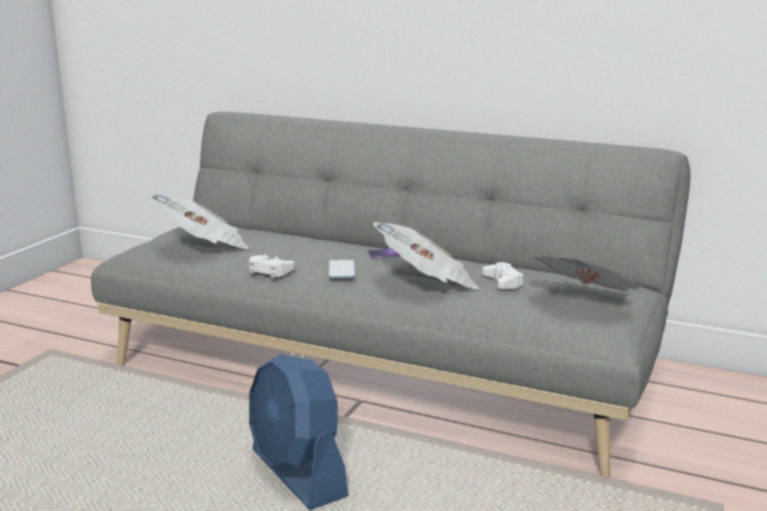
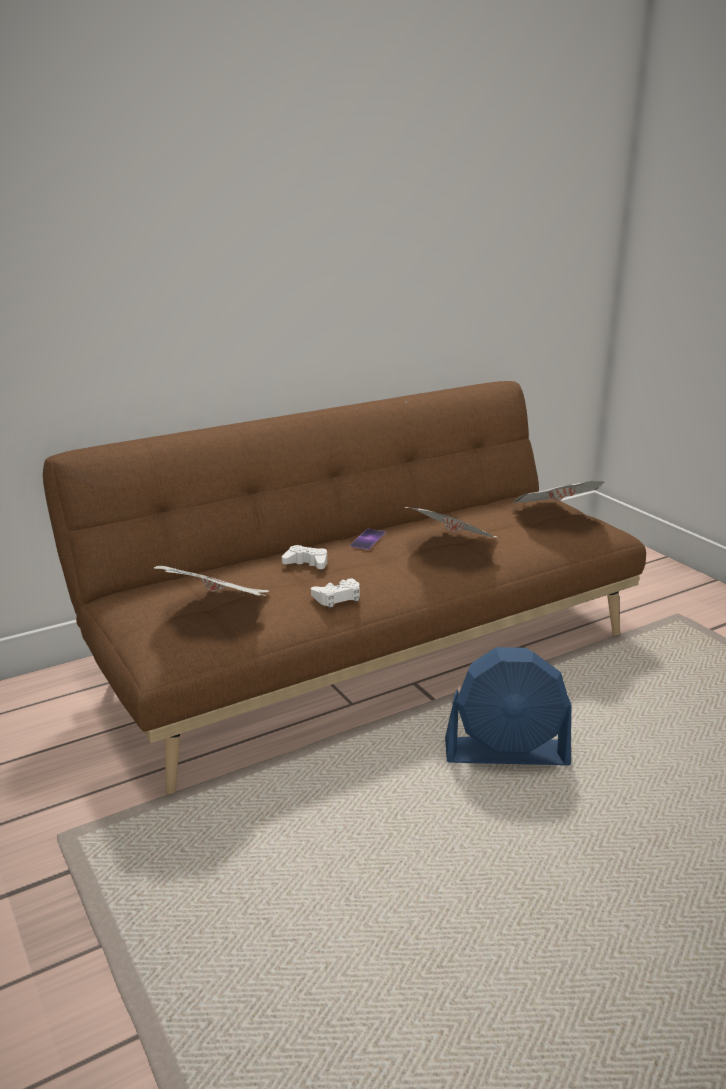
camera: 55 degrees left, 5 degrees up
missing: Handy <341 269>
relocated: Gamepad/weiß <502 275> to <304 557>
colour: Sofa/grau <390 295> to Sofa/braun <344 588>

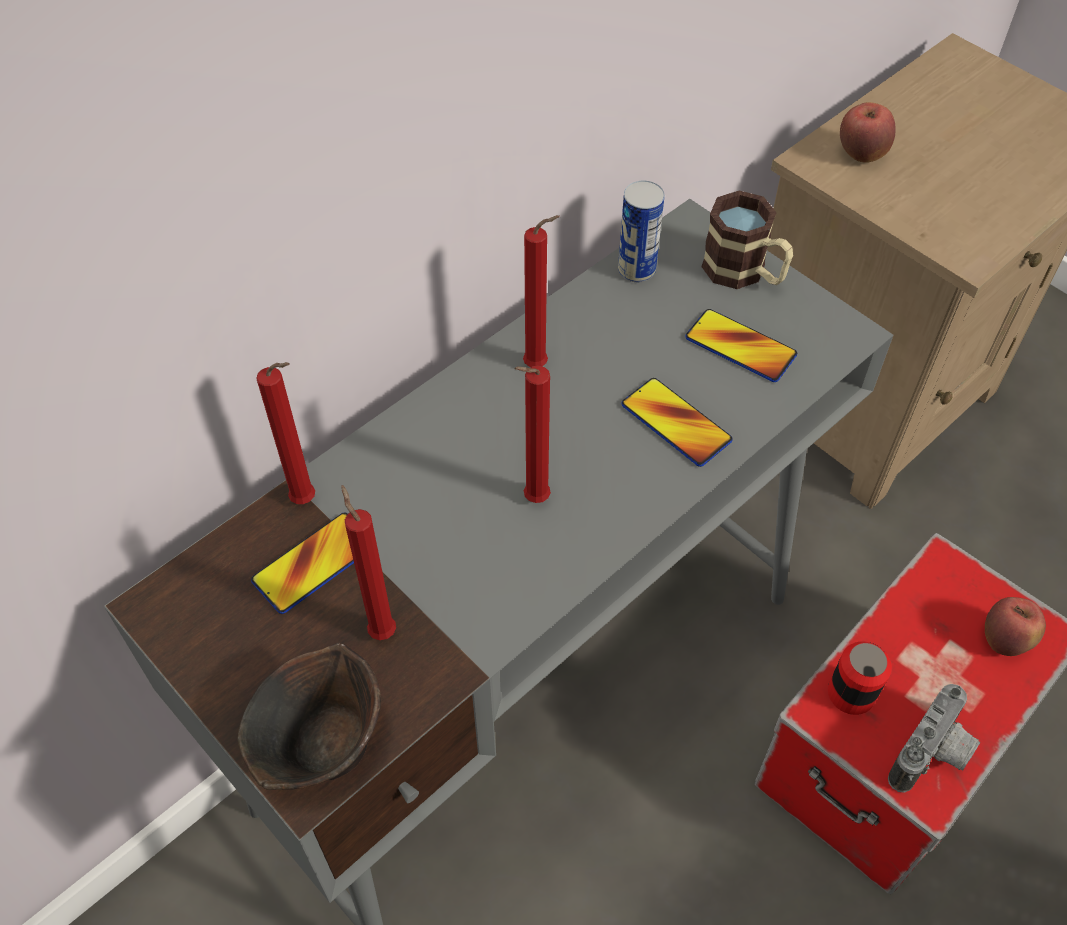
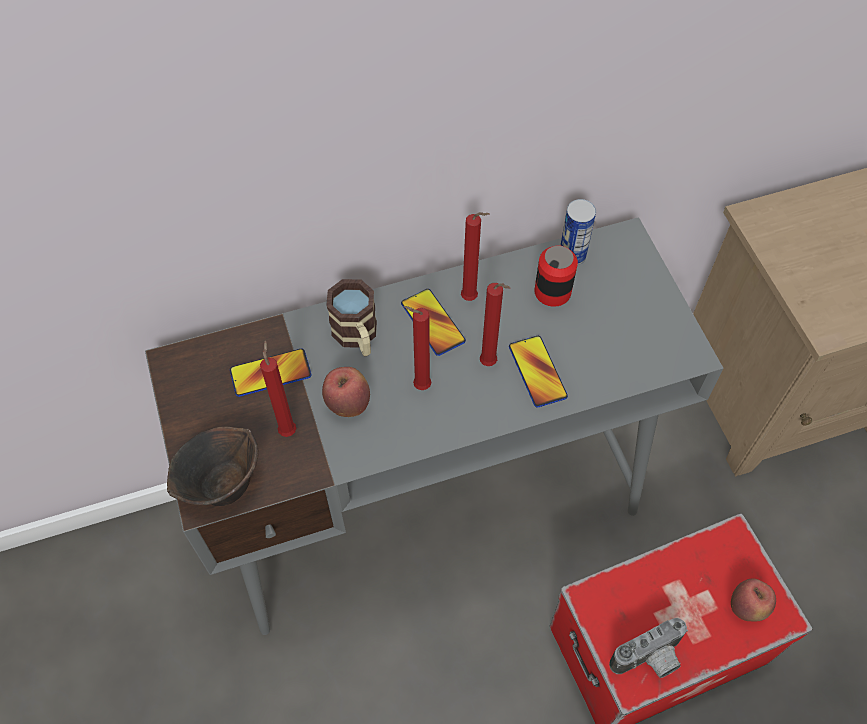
camera: 25 degrees right, 5 degrees up
relocated: Apfel <868 132> to <346 392>; Henkelbecher <747 239> to <351 317>; Handy <741 345> to <433 322>; Kerze/rot <285 433> to <495 324>; Dose <860 678> to <556 276>

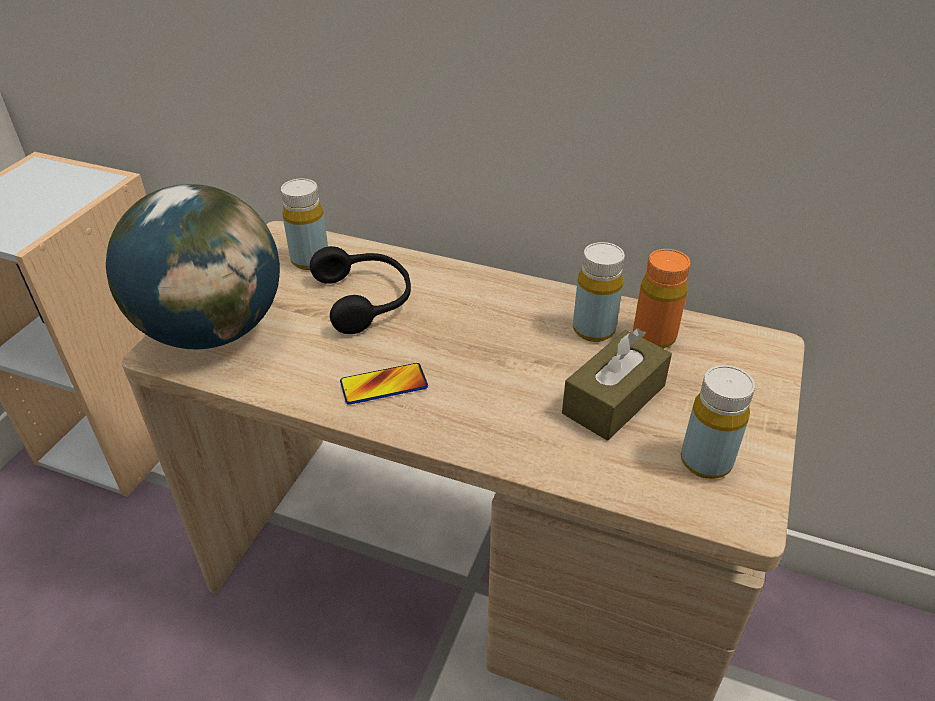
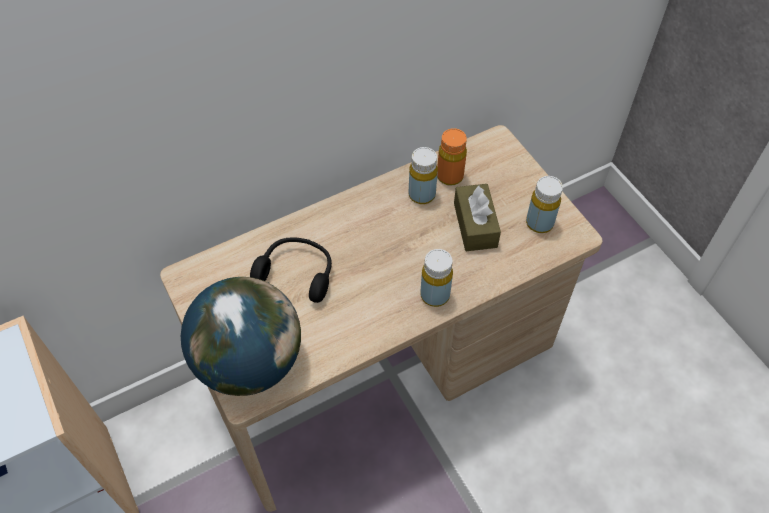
camera: 50 degrees left, 15 degrees up
missing: Handy <384 384>
relocated: Flasche/gelb <304 224> to <436 278>

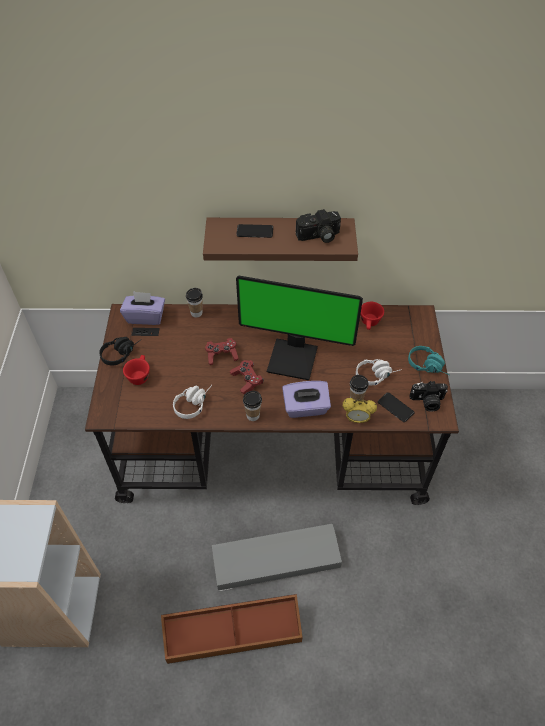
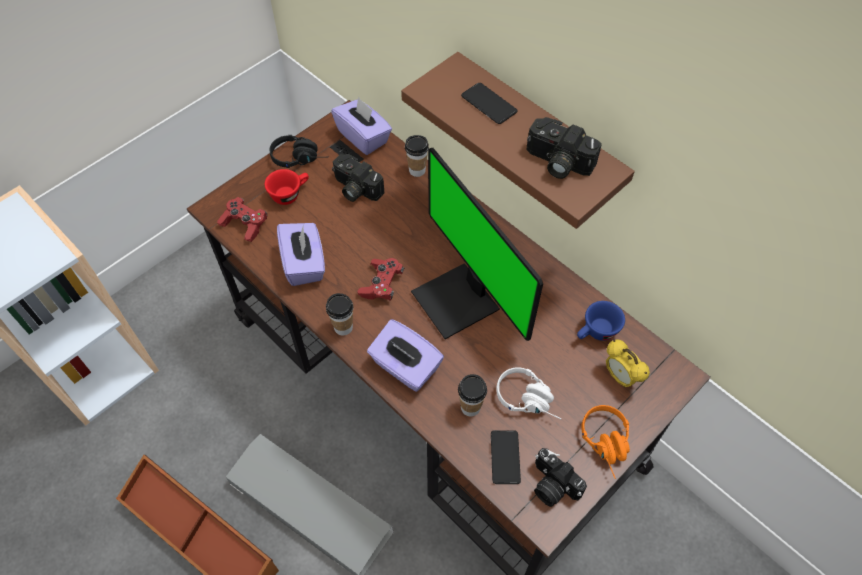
camera: 45 degrees right, 5 degrees up
appeared: Kamera <358 178>
relocated: Gamepad/rot <222 351> to <242 219>; Wecker <360 410> to <628 363>
exchanged: Kopfhörer/weiß <192 402> to Taschentuchbox/lila <301 254>
colour: Tasse/rot <372 316> to Tasse/blau <601 321>; Kopfhörer/türkis <429 360> to Kopfhörer/orange <605 442>

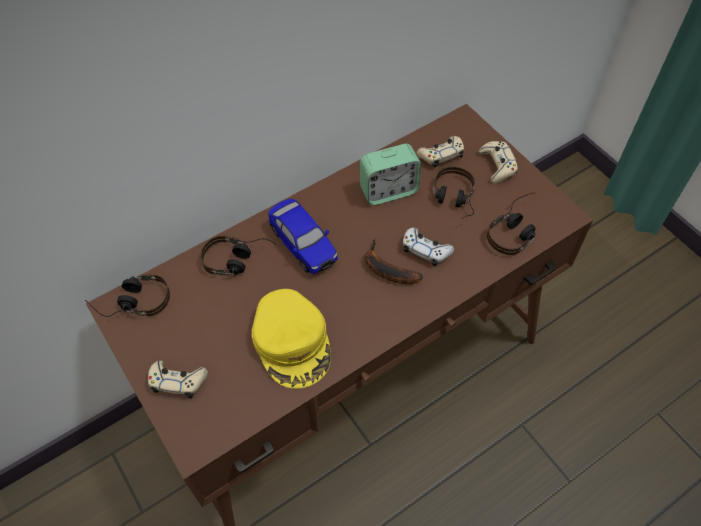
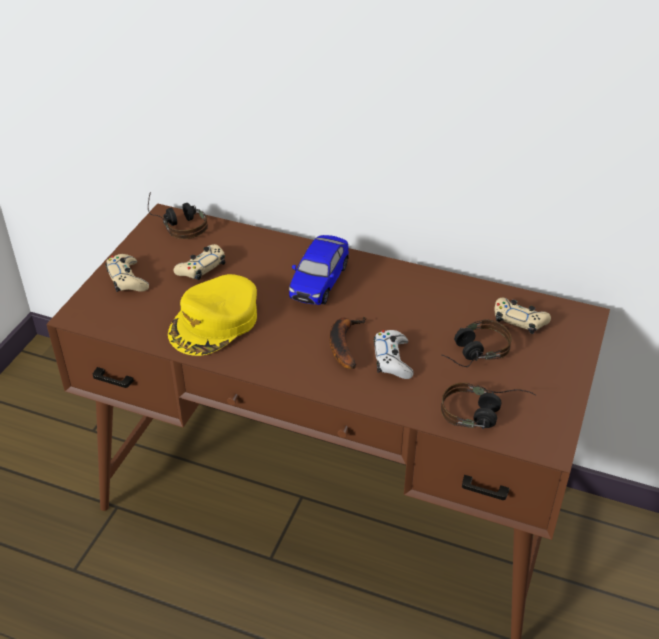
camera: 55 degrees right, 15 degrees down
missing: Kopfhörer <238 256>; Wecker <390 174>
relocated: Gamepad/beige <498 162> to <199 262>

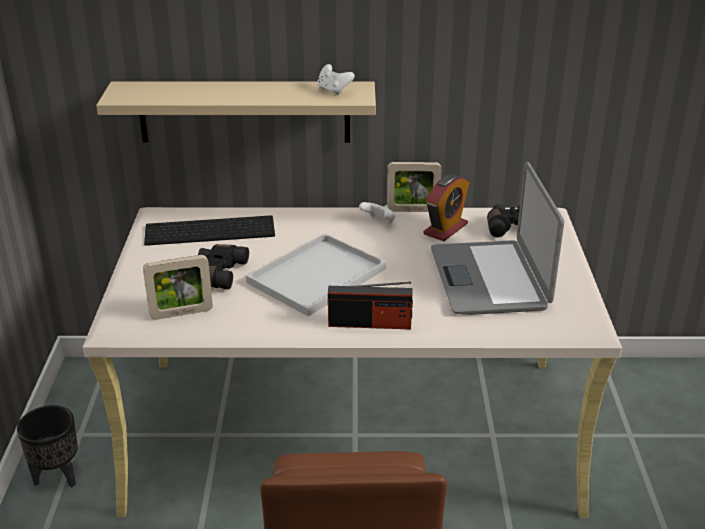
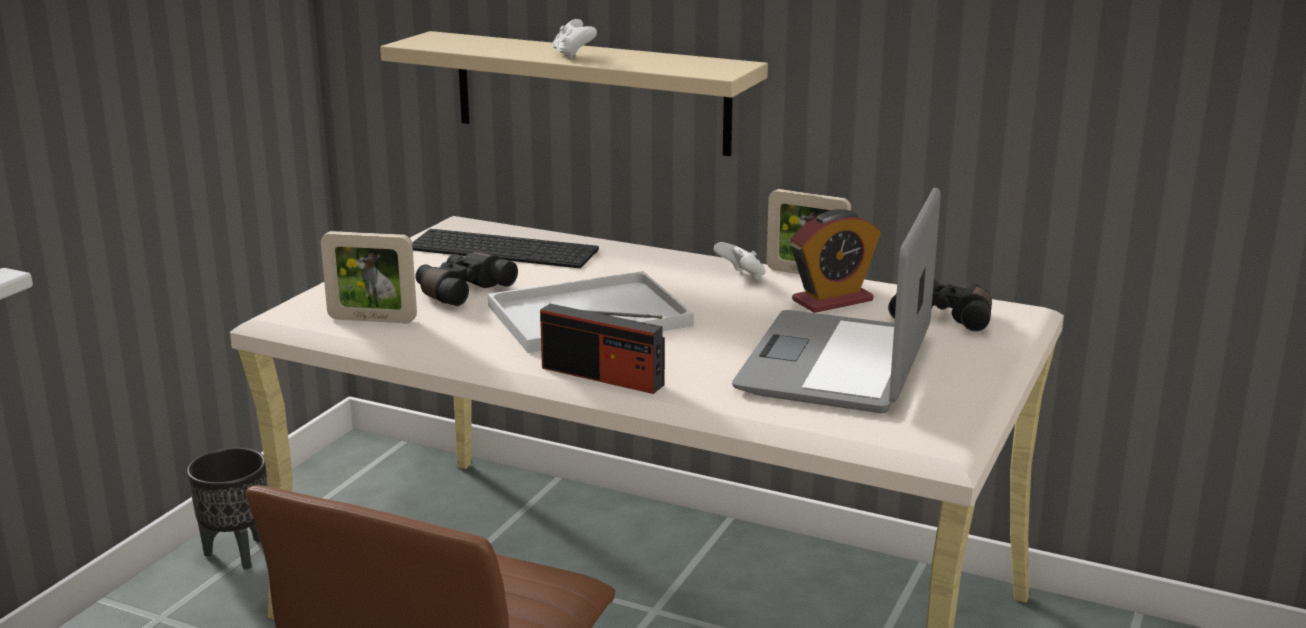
camera: 25 degrees right, 10 degrees down
relocated: Gamepad/weiß <336 79> to <575 39>

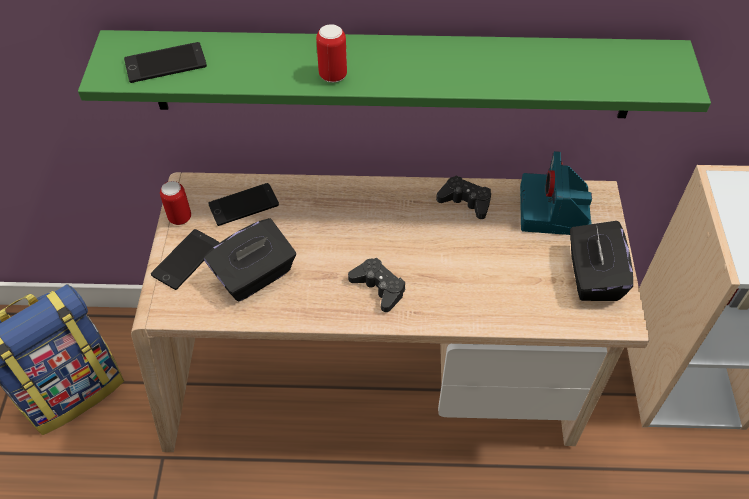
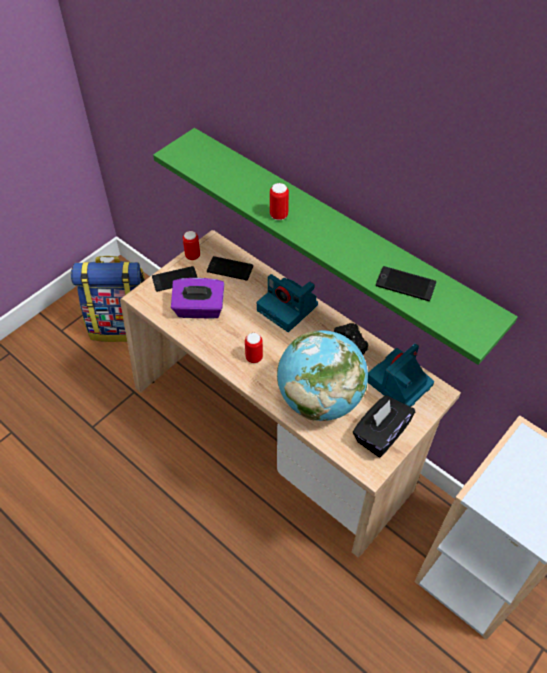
camera: 40 degrees right, 0 degrees up
appeared: Kamera <287 303>; Globus <322 375>
relocated: Handy <165 62> to <406 283>
exchanged: Gamepad/schwarz <376 285> to Dose <254 348>
colour: Taschentuchbox/schwarz <250 260> to Taschentuchbox/lila <197 298>

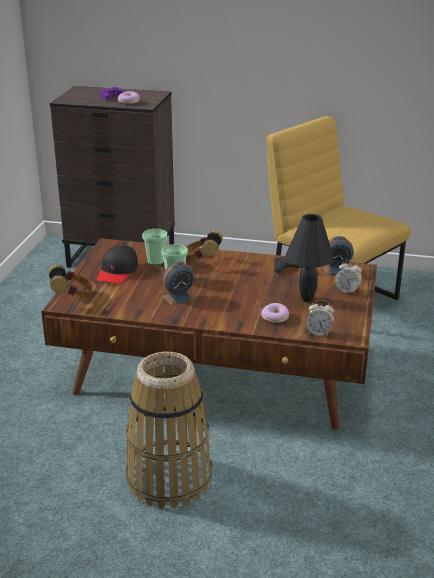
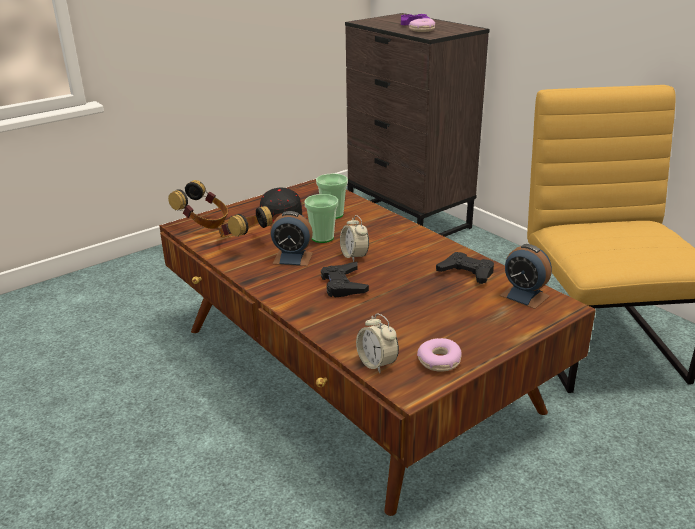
camera: 40 degrees right, 0 degrees up
missing: Korb <169 430>; Tischlampe/schwarz <310 258>
appeared: Gamepad/schwarz <345 279>
relocated: Kopfhörer <204 246> to <245 221>; Wecker <348 277> to <354 238>; Donut <275 313> to <439 355>
spun: Kappe/schwarz <117 264> = <281 204> 120 degrees clockwise

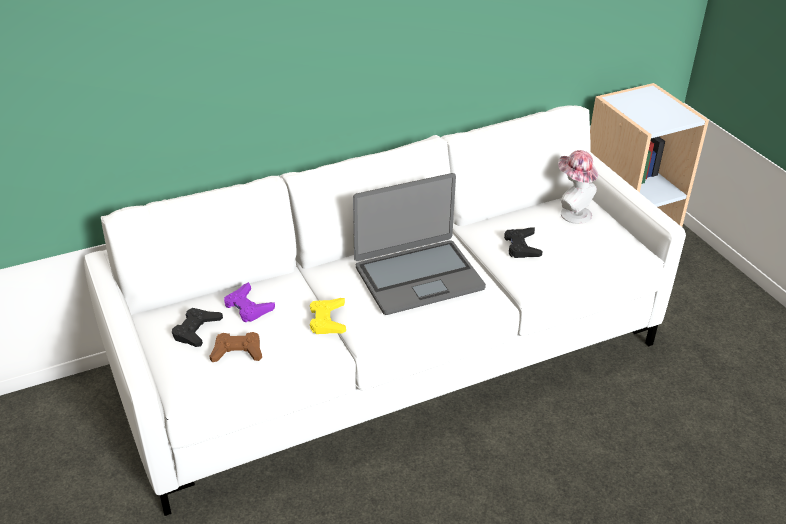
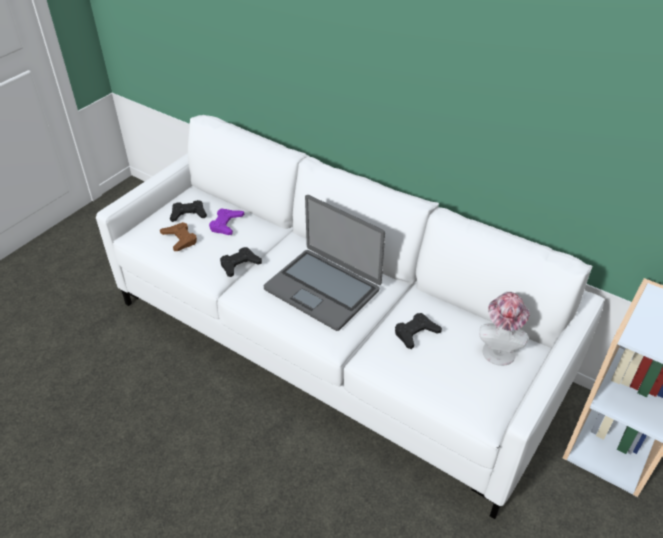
camera: 60 degrees right, 5 degrees up
colour: Gamepad/gelb <328 316> to Gamepad/schwarz <241 262>

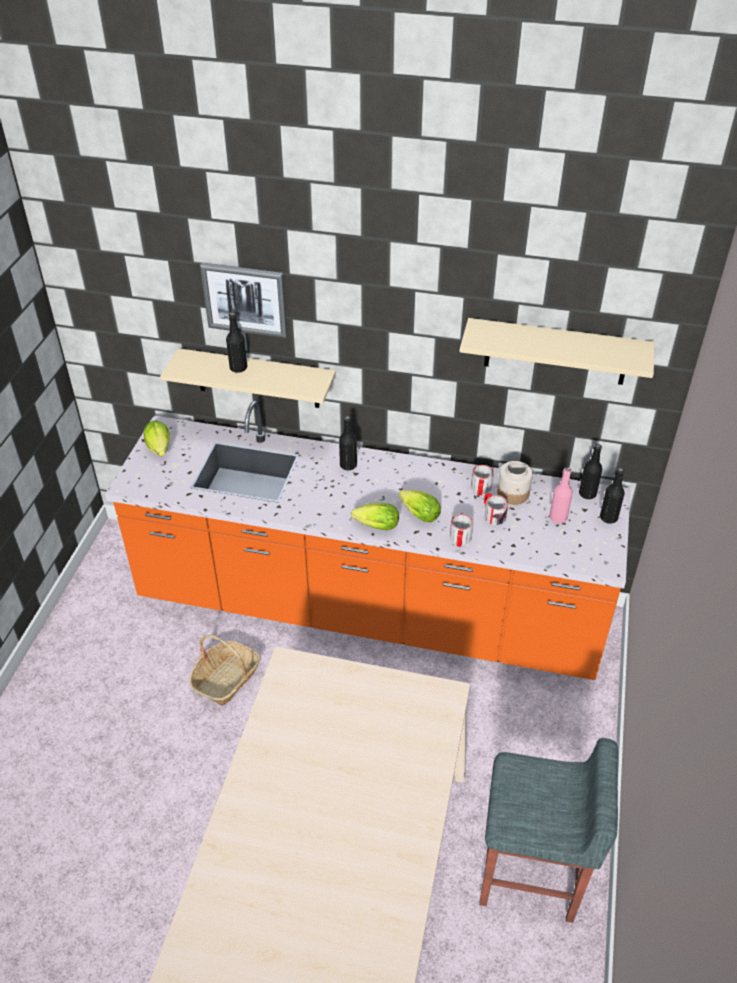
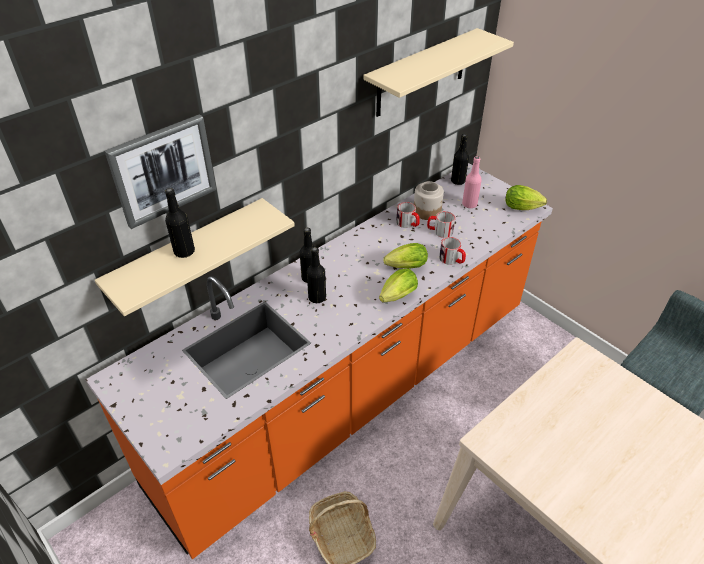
camera: 55 degrees left, 0 degrees up
relocated: Flasche/schwarz <612 496> to <316 275>; Salatkopf <156 438> to <526 197>

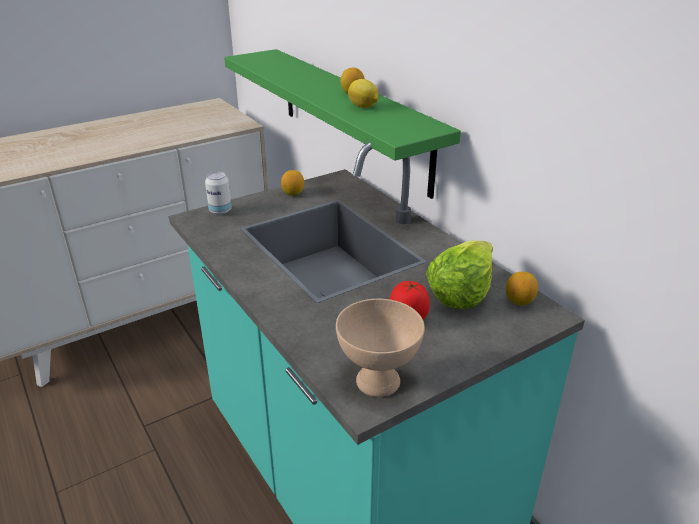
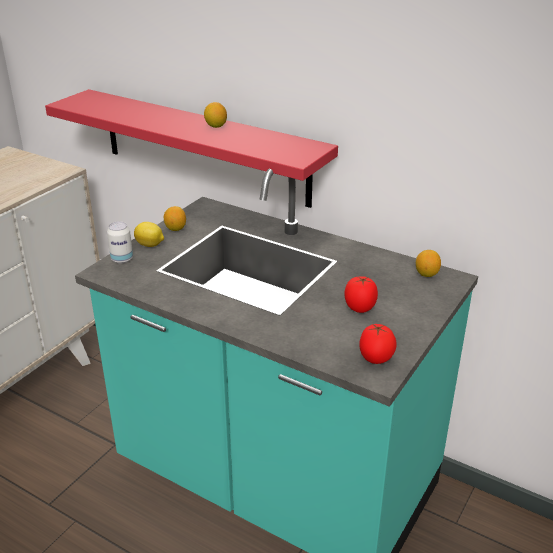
camera: 25 degrees left, 0 degrees up
missing: Salatkopf <459 274>
relocated: Zitrone <363 93> to <149 234>
exchanged: Schüssel/beige <380 348> to Tomate <378 343>
colour: Wandregal/grün <342 124> to Wandregal/rot <191 148>

